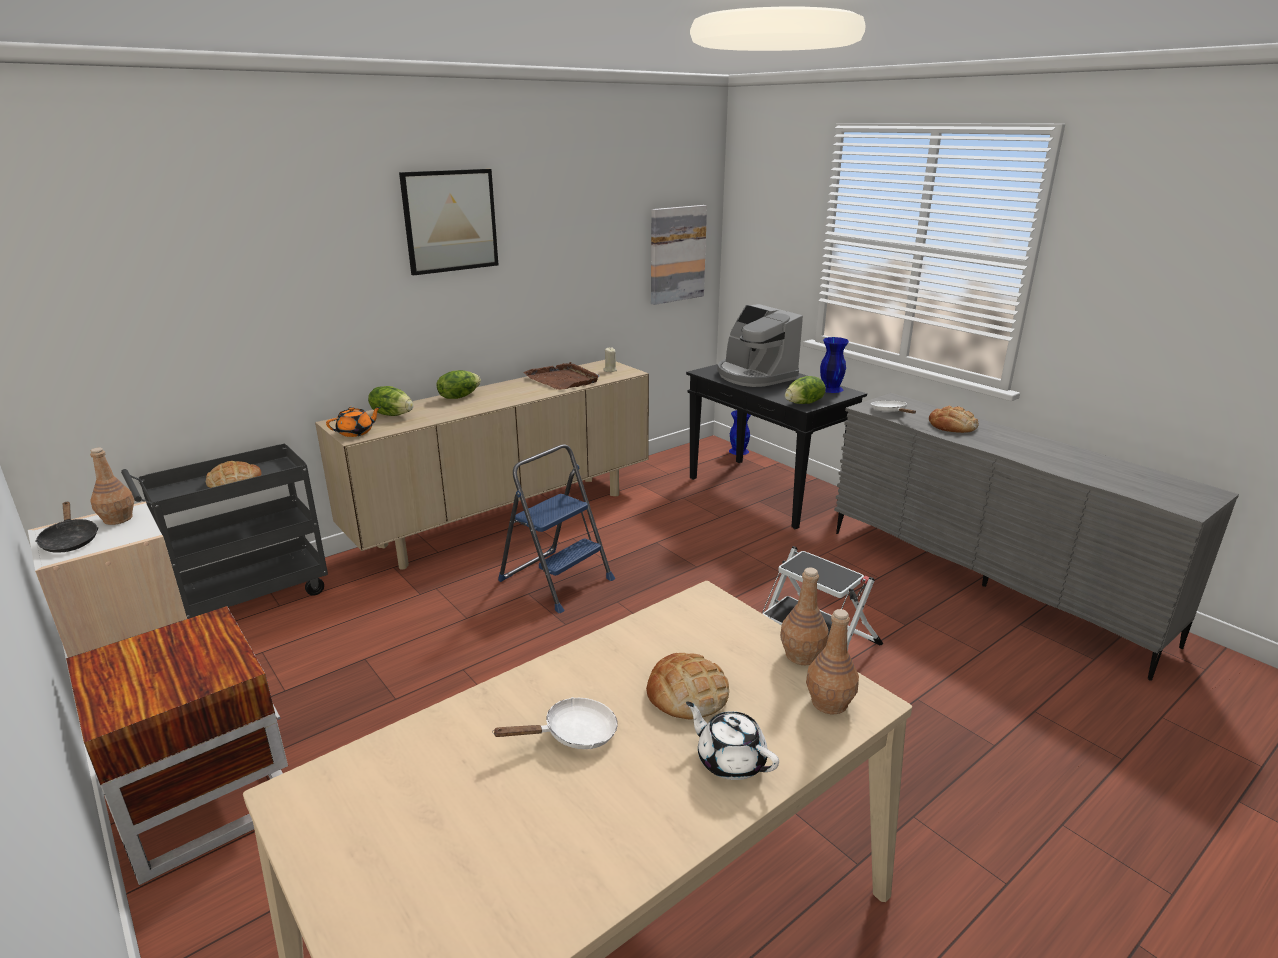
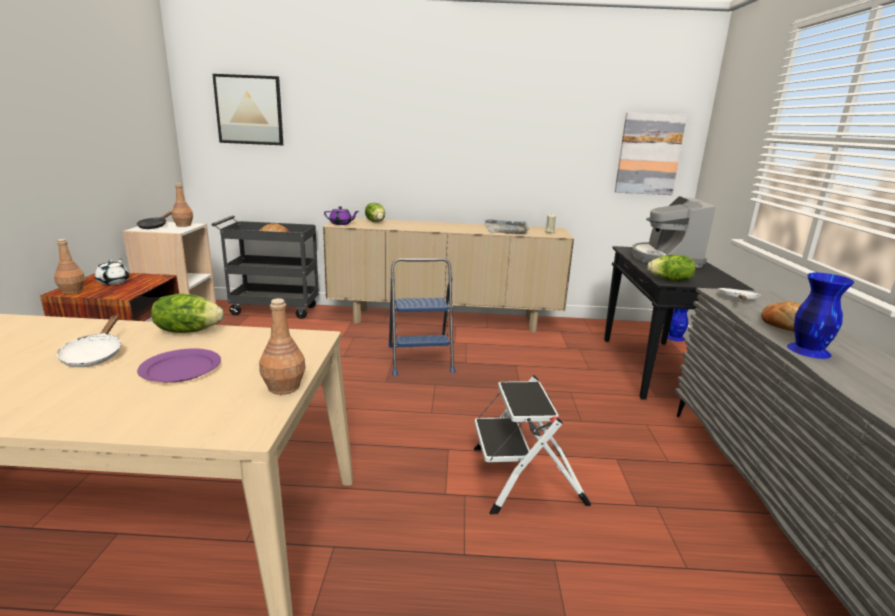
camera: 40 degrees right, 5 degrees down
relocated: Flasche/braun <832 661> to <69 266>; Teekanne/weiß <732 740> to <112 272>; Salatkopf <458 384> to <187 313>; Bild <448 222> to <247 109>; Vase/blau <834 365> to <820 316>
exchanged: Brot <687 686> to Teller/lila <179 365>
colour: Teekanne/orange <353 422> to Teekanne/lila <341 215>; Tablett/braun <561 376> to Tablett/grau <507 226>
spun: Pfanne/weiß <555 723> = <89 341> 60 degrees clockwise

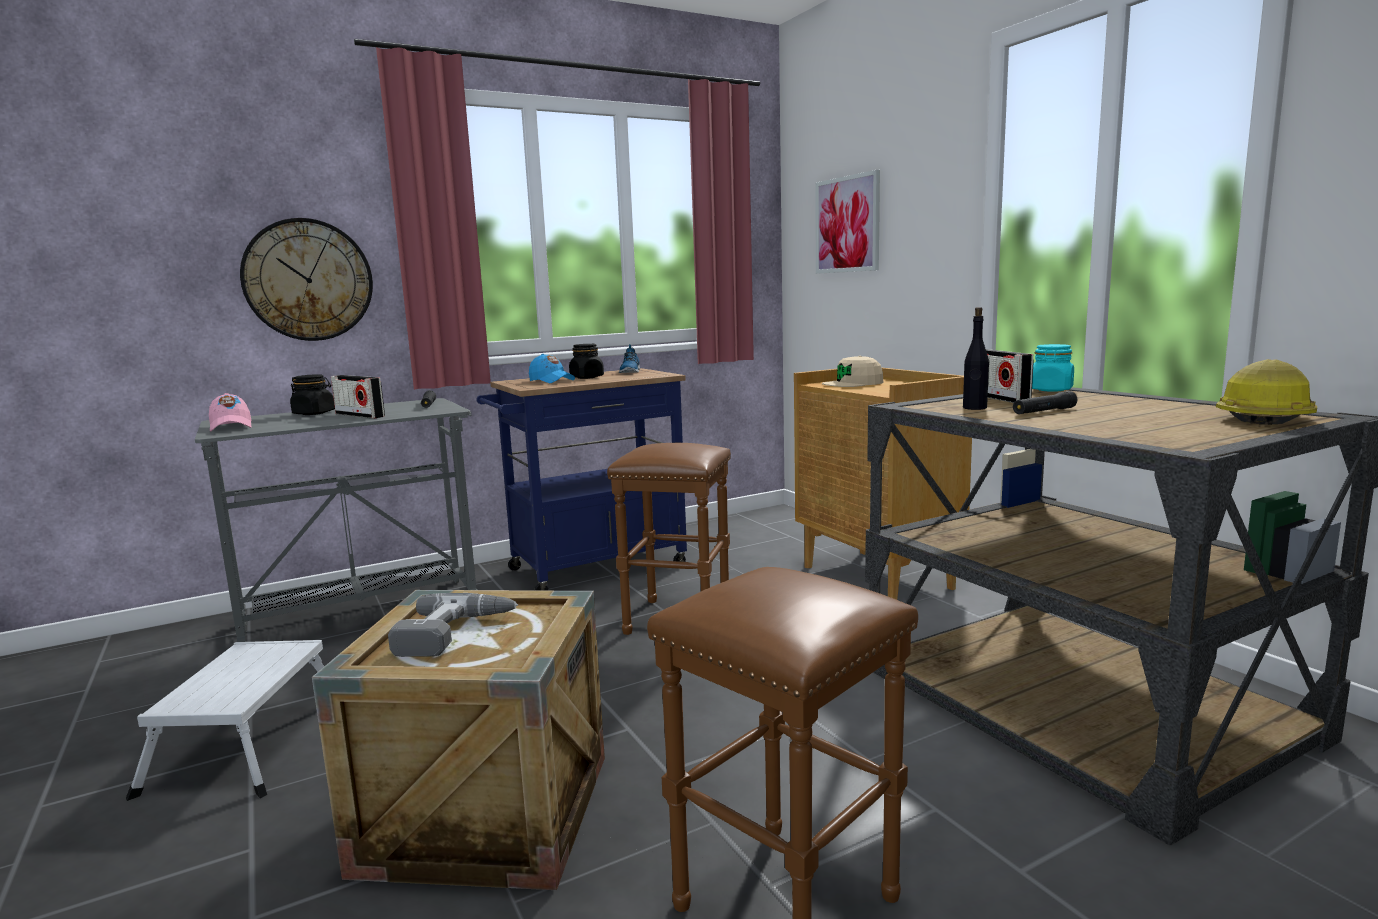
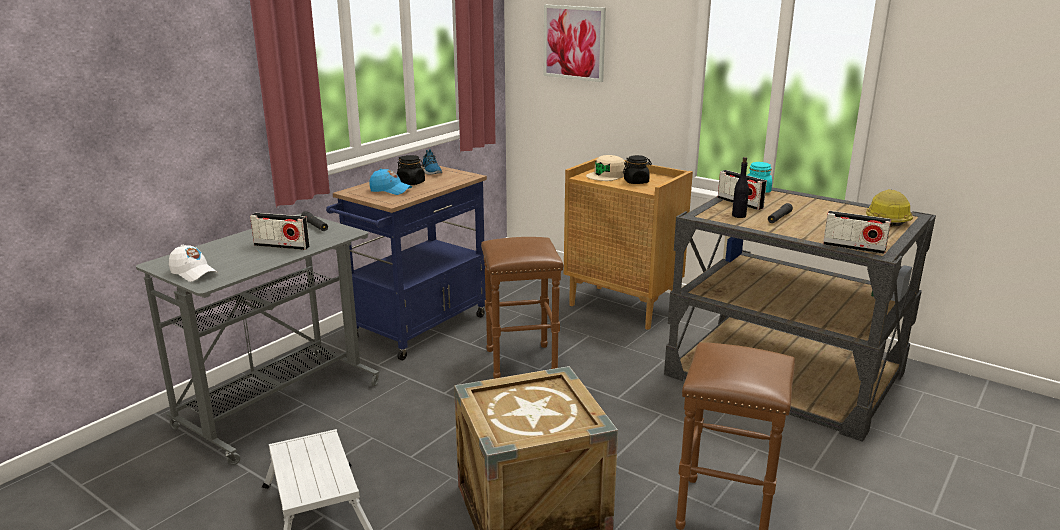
camera: 25 degrees left, 10 degrees up
missing: Wanduhr <306 279>; Bohrmaschine <453 625>
appeared: Radio <857 232>
relocated: Vorratsglas/schwarz <312 394> to <637 169>
colour: Kappe/rosa <230 412> to Kappe/weiß <193 263>

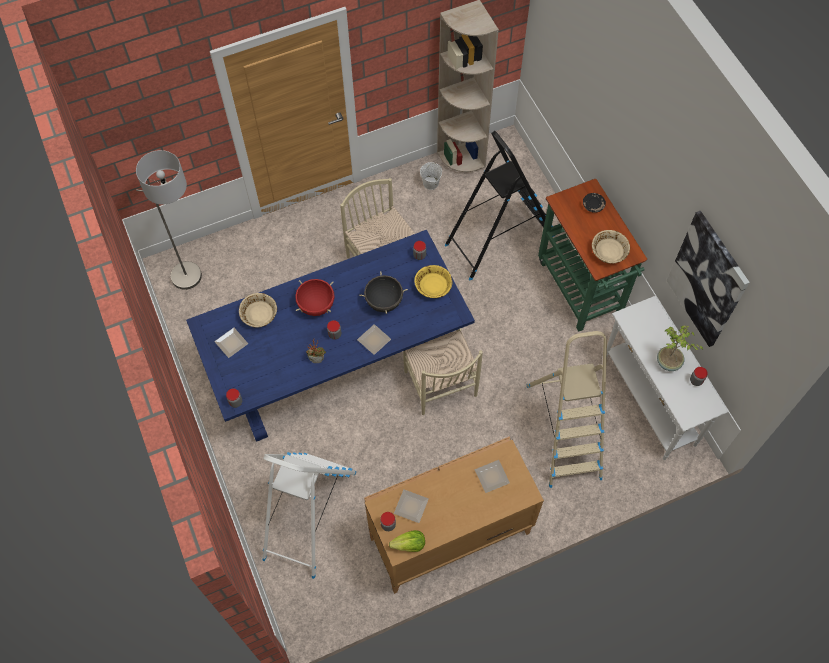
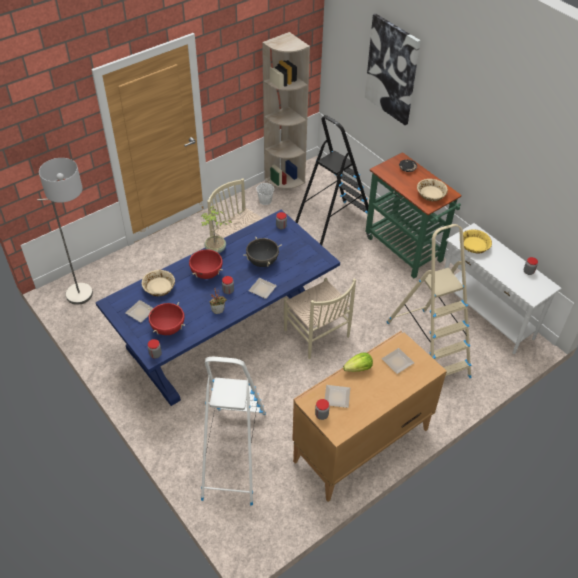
camera: 15 degrees left, 15 degrees down
appeared: Kochtopf/rot <166 318>
relocated: Topfpflanze <680 348> to <216 229>; Salatkopf <407 541> to <358 362>; Bild <708 279> to <393 69>; Schüssel/gelb <433 281> to <477 241>

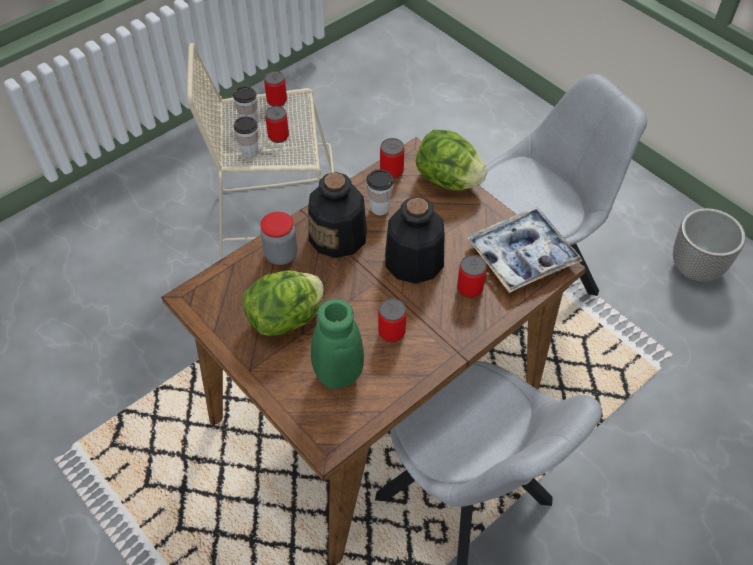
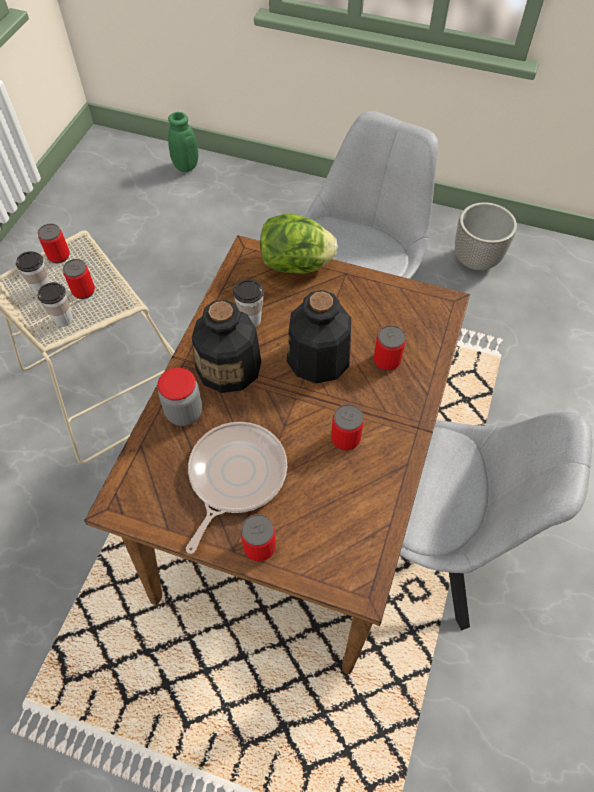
camera: 30 degrees left, 5 degrees up
missing: Tablett <525 250>
relocated: Vase/grün <337 344> to <183 142>; Dose <392 158> to <258 537>
exchanged: Salatkopf <282 303> to Pfanne <236 488>

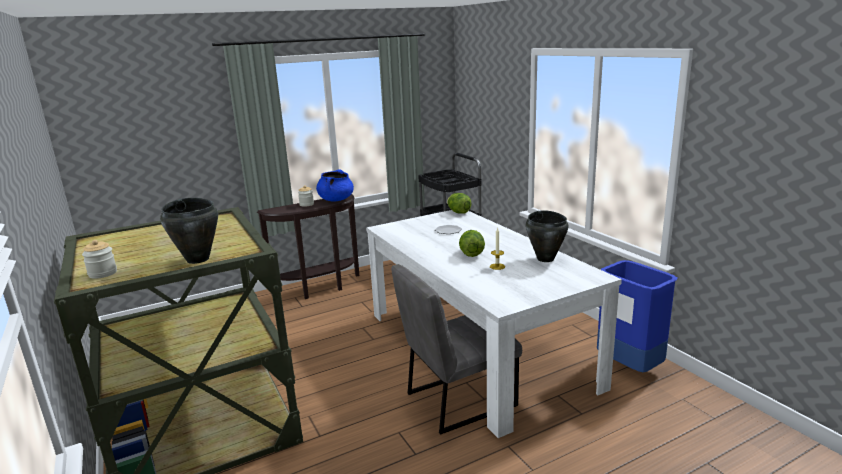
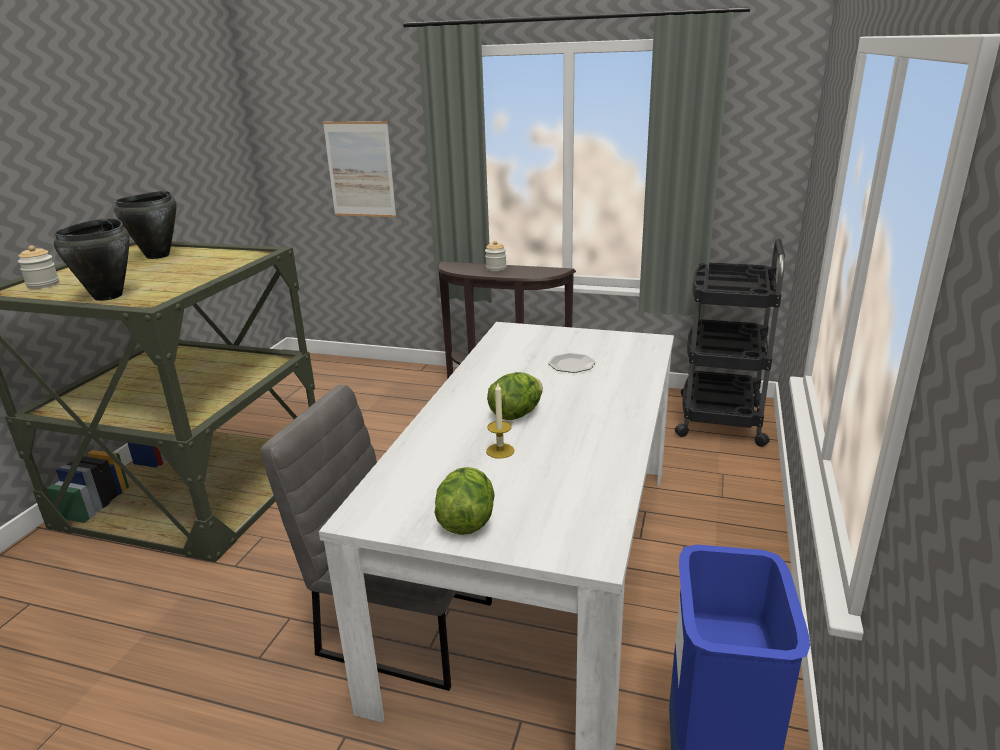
camera: 45 degrees right, 5 degrees up
missing: Kochtopf/blau <335 185>
appeared: Bild <360 169>
relocated: Kochtopf/schwarz <547 236> to <145 225>; Salatkopf <459 203> to <464 501>

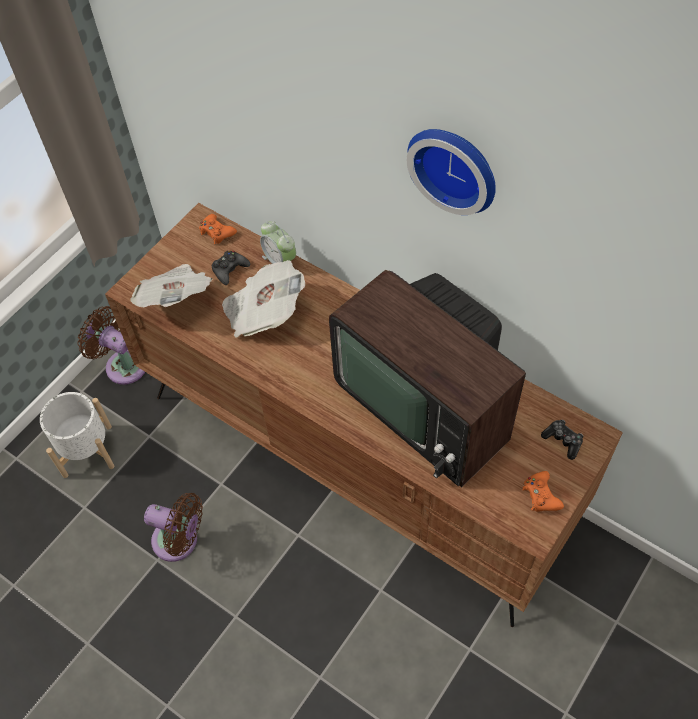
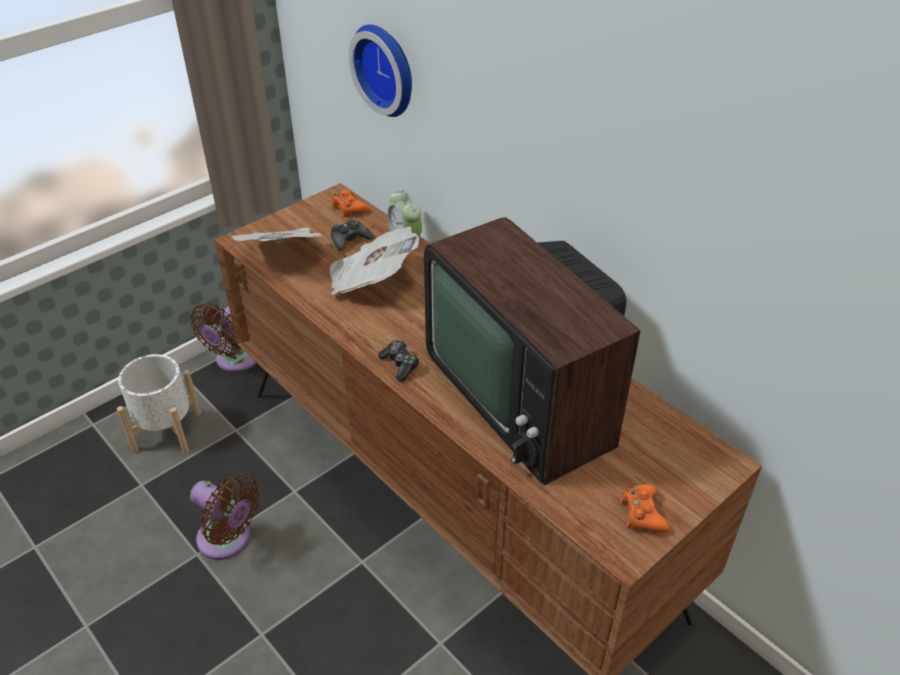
camera: 10 degrees right, 15 degrees down
relocated: Wanduhr <451 172> to <380 71>; Gamepad <562 440> to <398 360>
spun: Ventilator/braun <111 345> = <223 337> 105 degrees counterclockwise

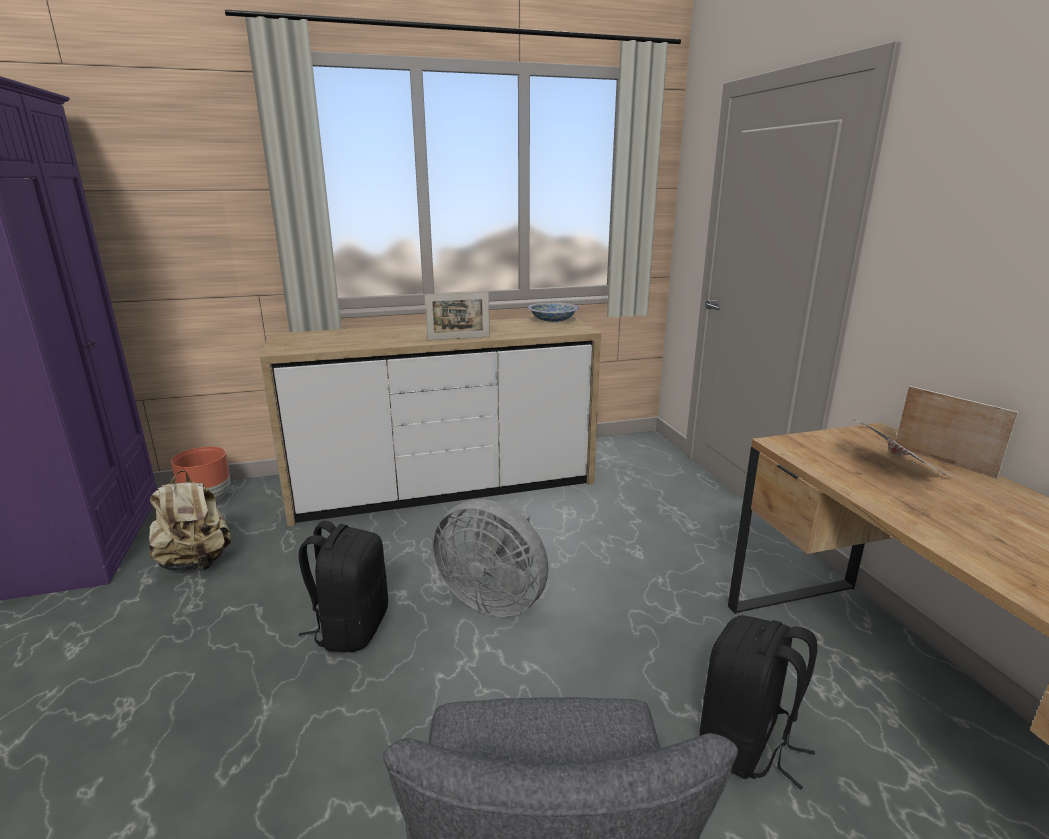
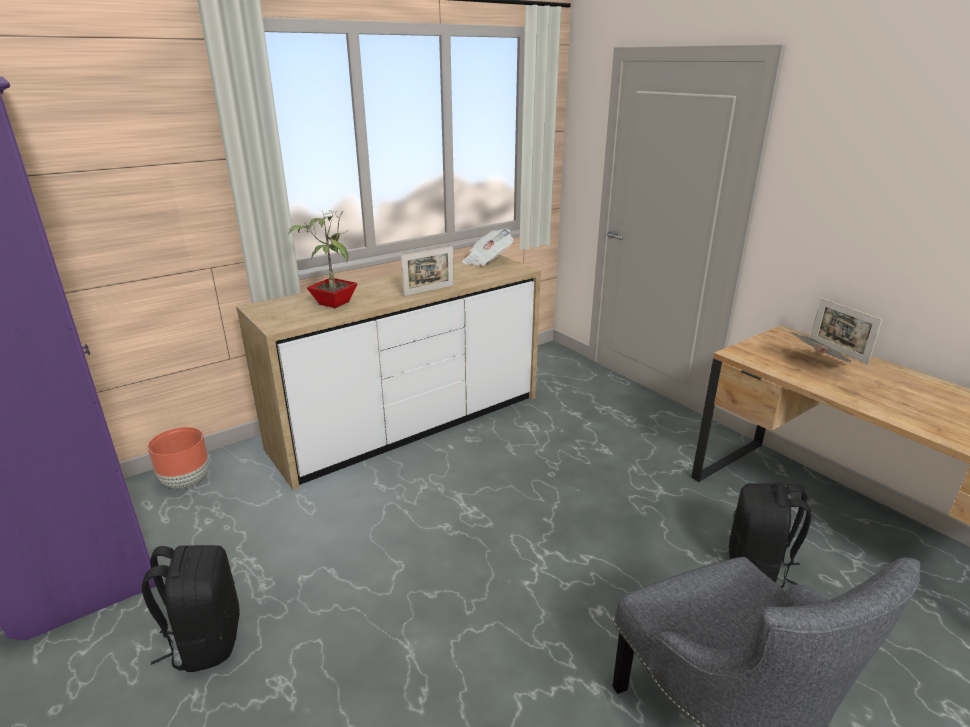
camera: 20 degrees left, 5 degrees up
missing: Rucksack/beige <190 520>; Ventilator/grau <490 558>
appeared: Topfpflanze <322 258>
relocated: Rucksack/schwarz <343 586> to <191 608>
exchanged: Schüssel <553 312> to Zeitung <487 247>
spun: Bilderrahmen <957 432> = <846 331> 150 degrees counterclockwise

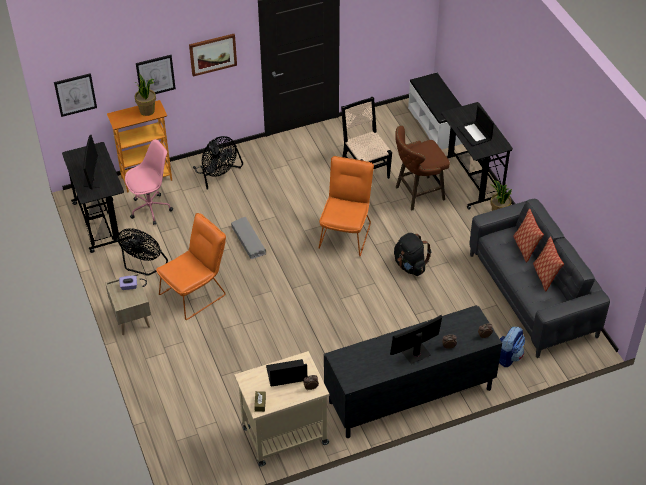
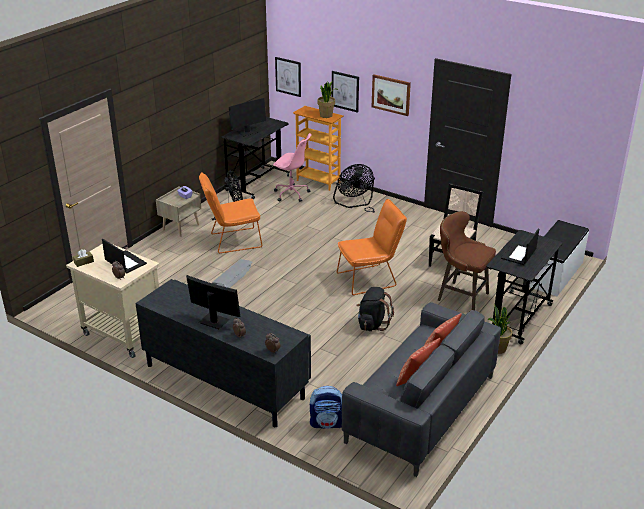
camera: 55 degrees right, 15 degrees down
relocated: Aufbewahrungsbox/grau <248 238> to <232 273>
spun: Stuhl/orange <191 266> = <230 212> 150 degrees clockwise; Ventilator/schwarz <218 163> = <354 188> 150 degrees clockwise

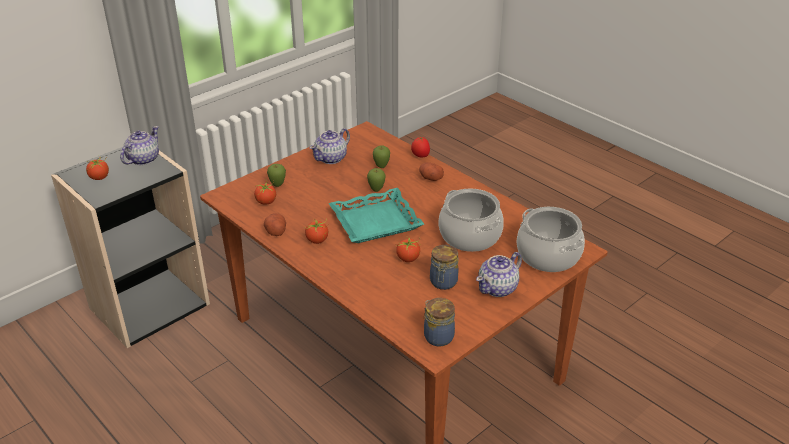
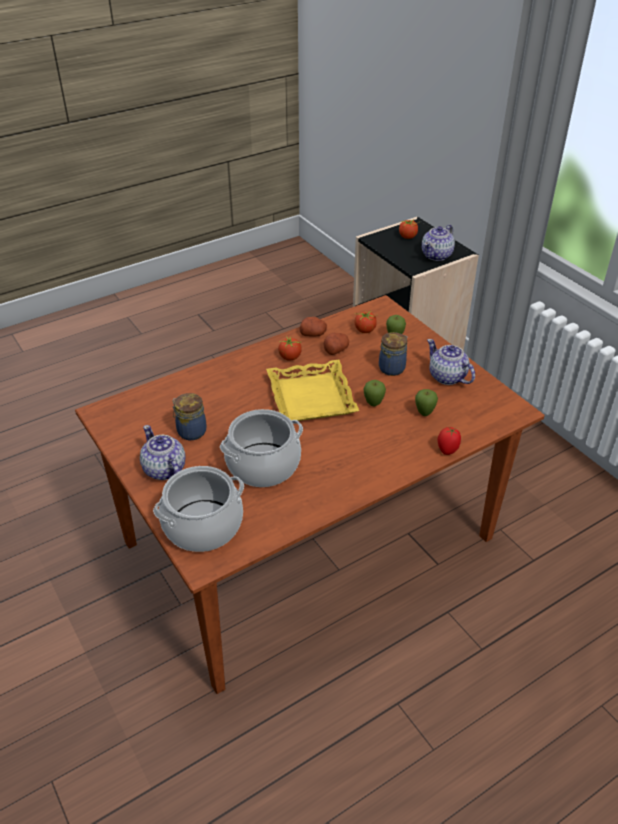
camera: 100 degrees right, 5 degrees up
missing: Tomate <408 250>
relocated: Kartoffel <431 171> to <336 344>; Vorratsglas <439 322> to <393 354>
colour: Tablett/türkis <376 215> to Tablett/gelb <312 390>
spun: Teekanne <139 145> = <438 242> 90 degrees clockwise

